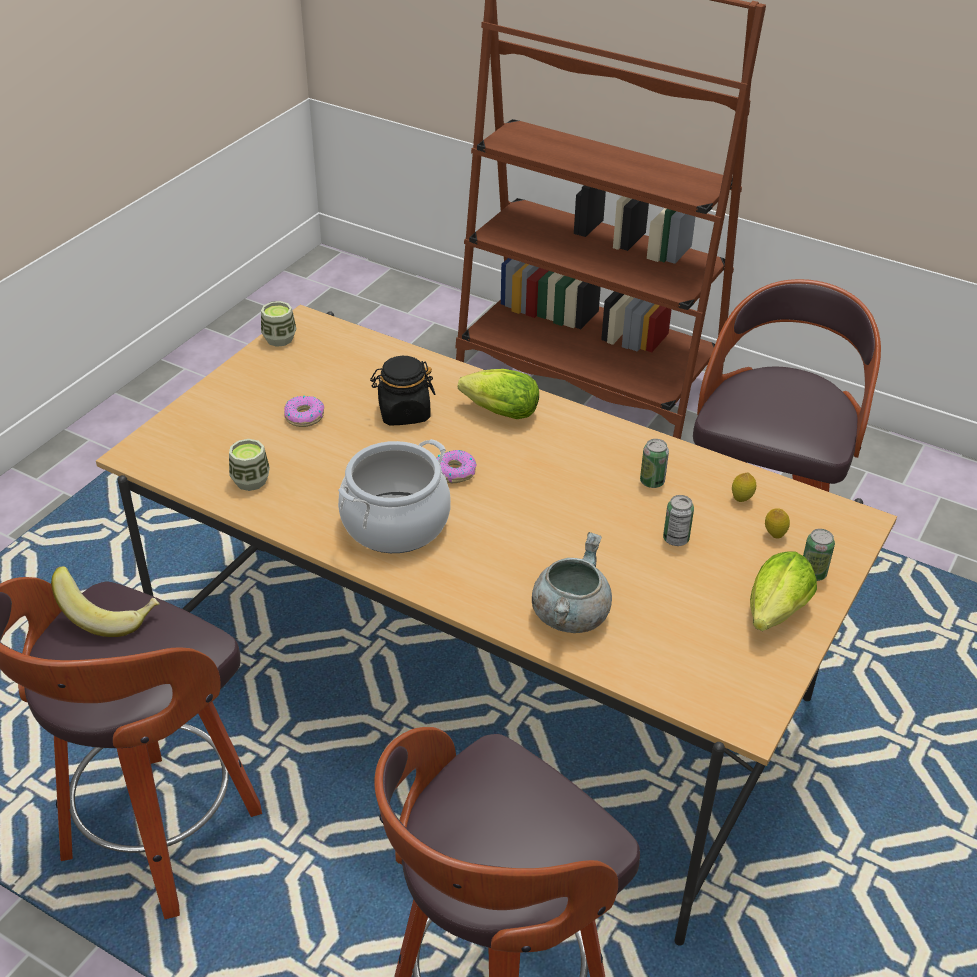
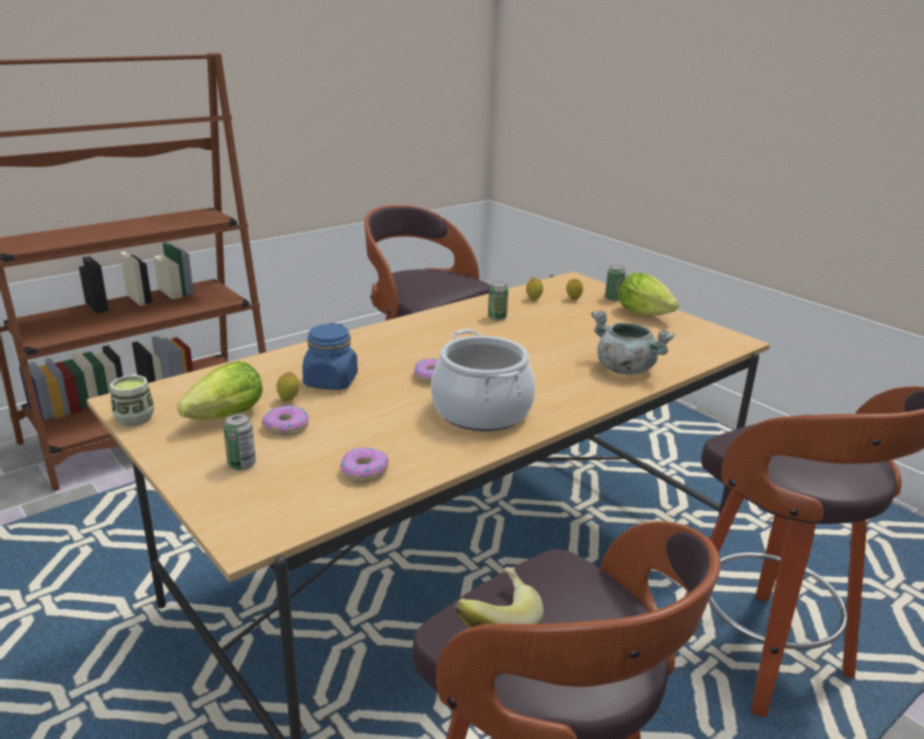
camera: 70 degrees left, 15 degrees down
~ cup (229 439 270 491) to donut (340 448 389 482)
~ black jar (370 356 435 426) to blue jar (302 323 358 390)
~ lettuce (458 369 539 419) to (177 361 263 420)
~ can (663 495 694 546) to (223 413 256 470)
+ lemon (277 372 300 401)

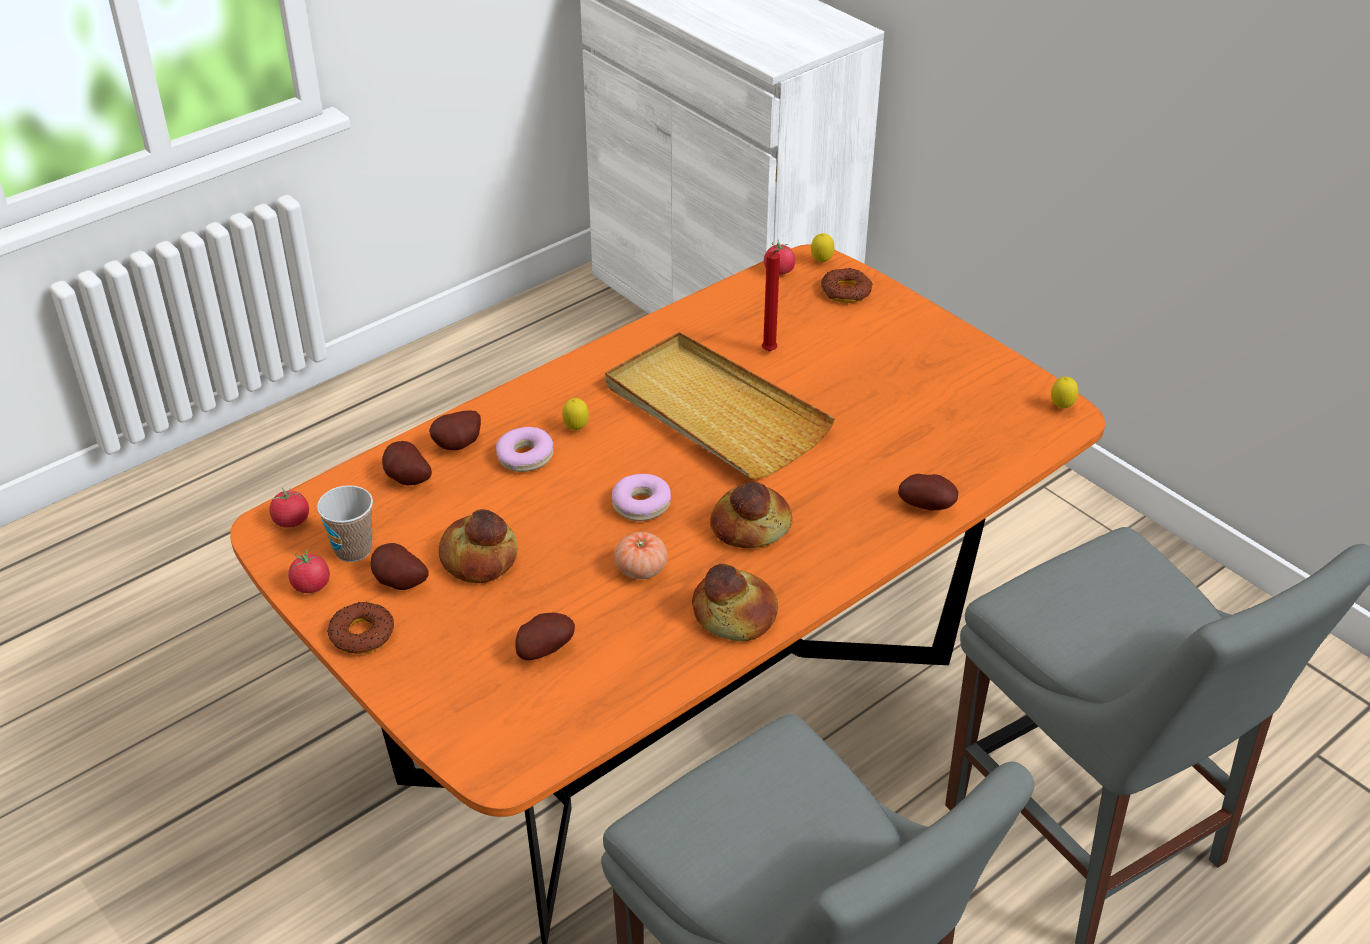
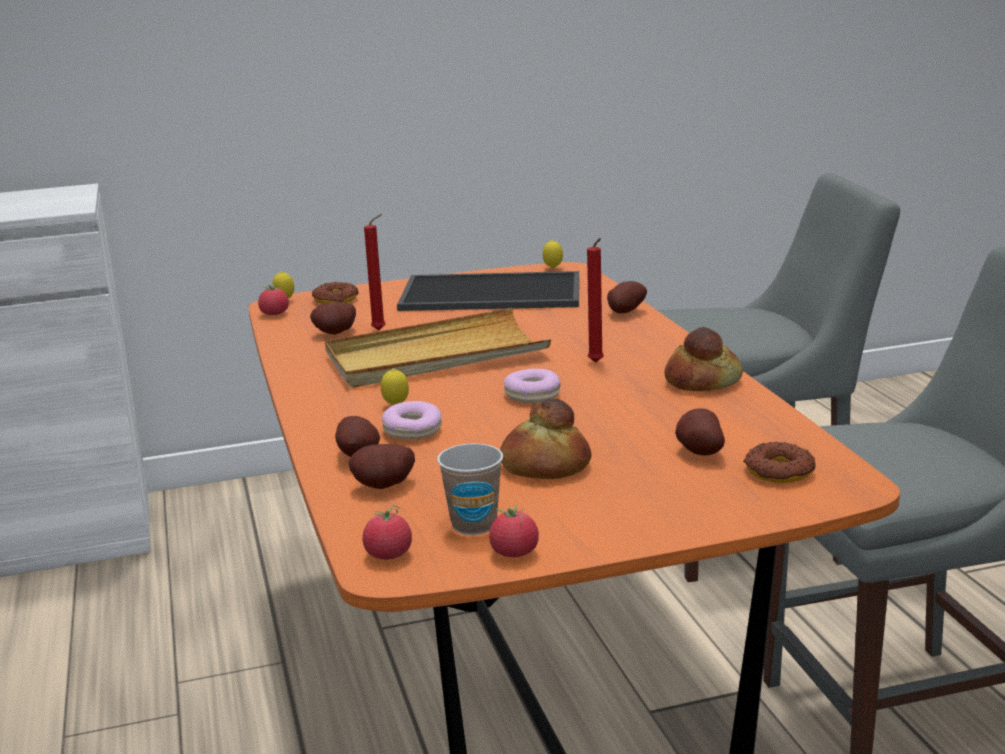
camera: 65 degrees left, 20 degrees down
~ donut (327 602 394 654) to (744 441 816 483)
~ potato (370 543 429 590) to (310 302 356 334)
- tomato (614 532 668 579)
~ bread (710 482 792 548) to red candle (587 238 604 362)
+ tray (397 271 579 311)

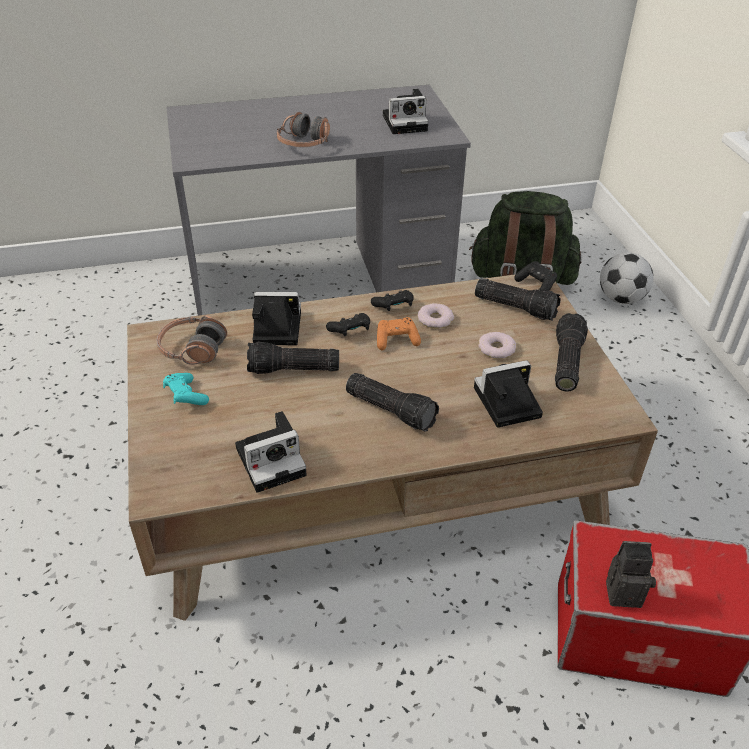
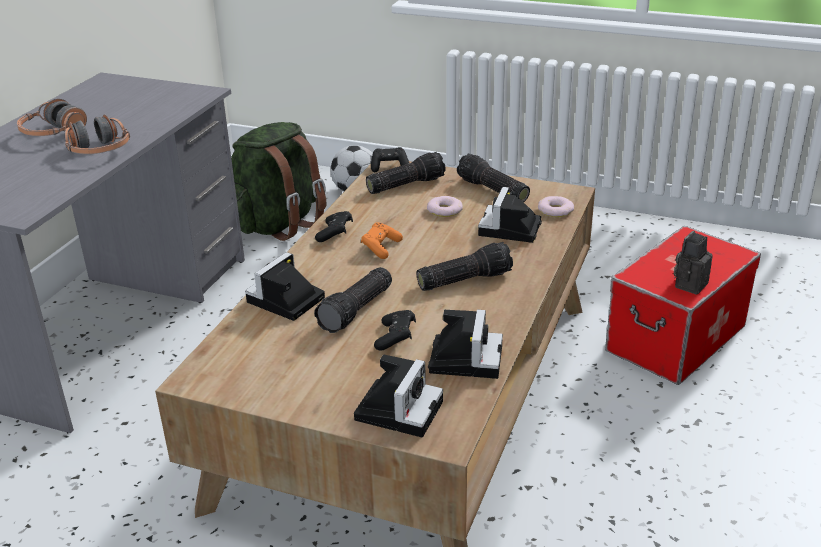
camera: 55 degrees left, 10 degrees down
~ headphones (157 315 227 365) to (17 99 87 136)
- turquoise game controller (163 373 209 405)
~ black game controller (326 313 370 336) to (374 310 416 351)
~ photo camera (383 89 429 134) to (354 354 443 437)
~ donut (417 303 454 329) to (538 196 574 217)

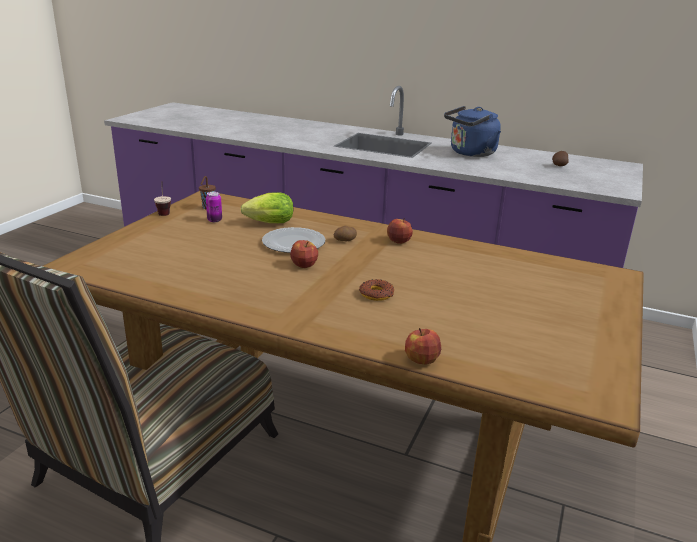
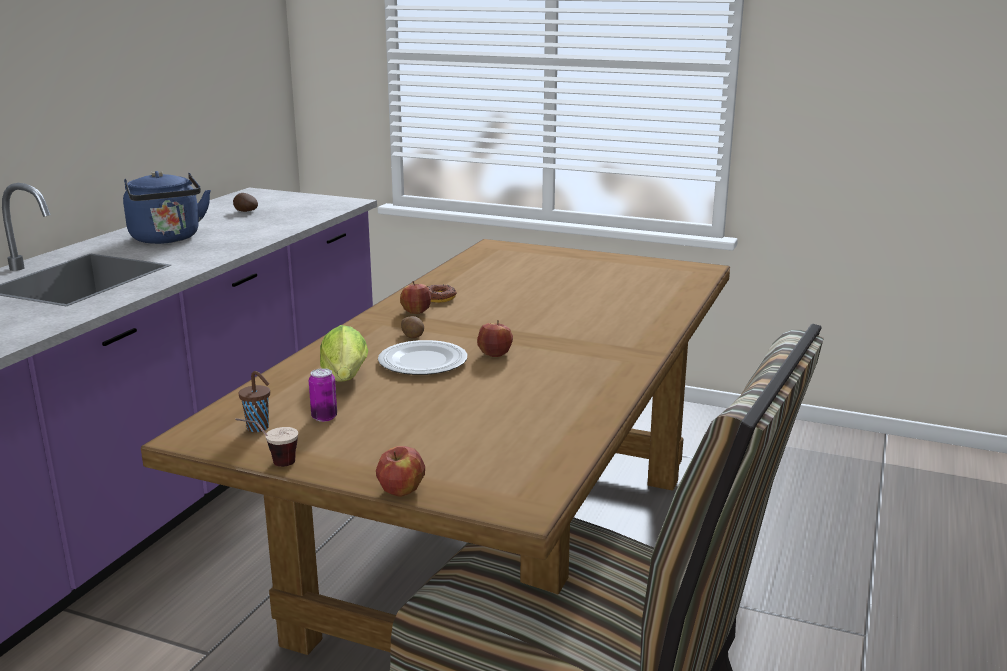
camera: 90 degrees left, 5 degrees down
~ donut (359 279 394 301) to (428 284 457 303)
~ apple (405 328 441 365) to (376 446 425 497)

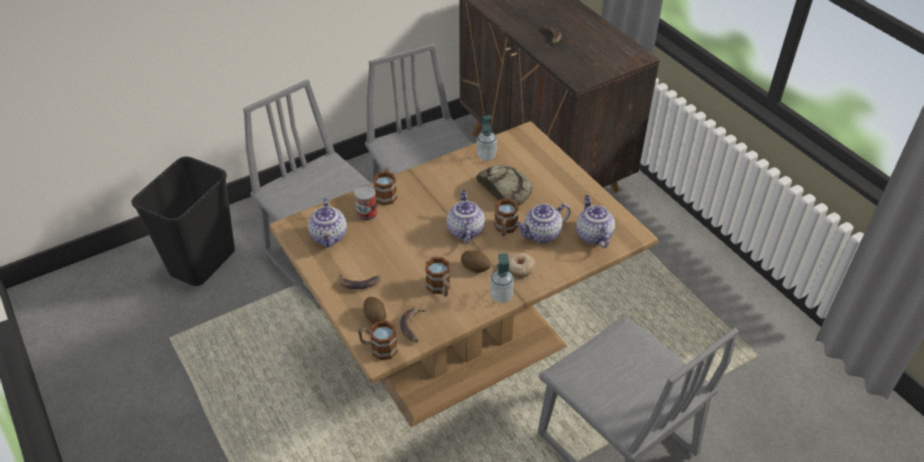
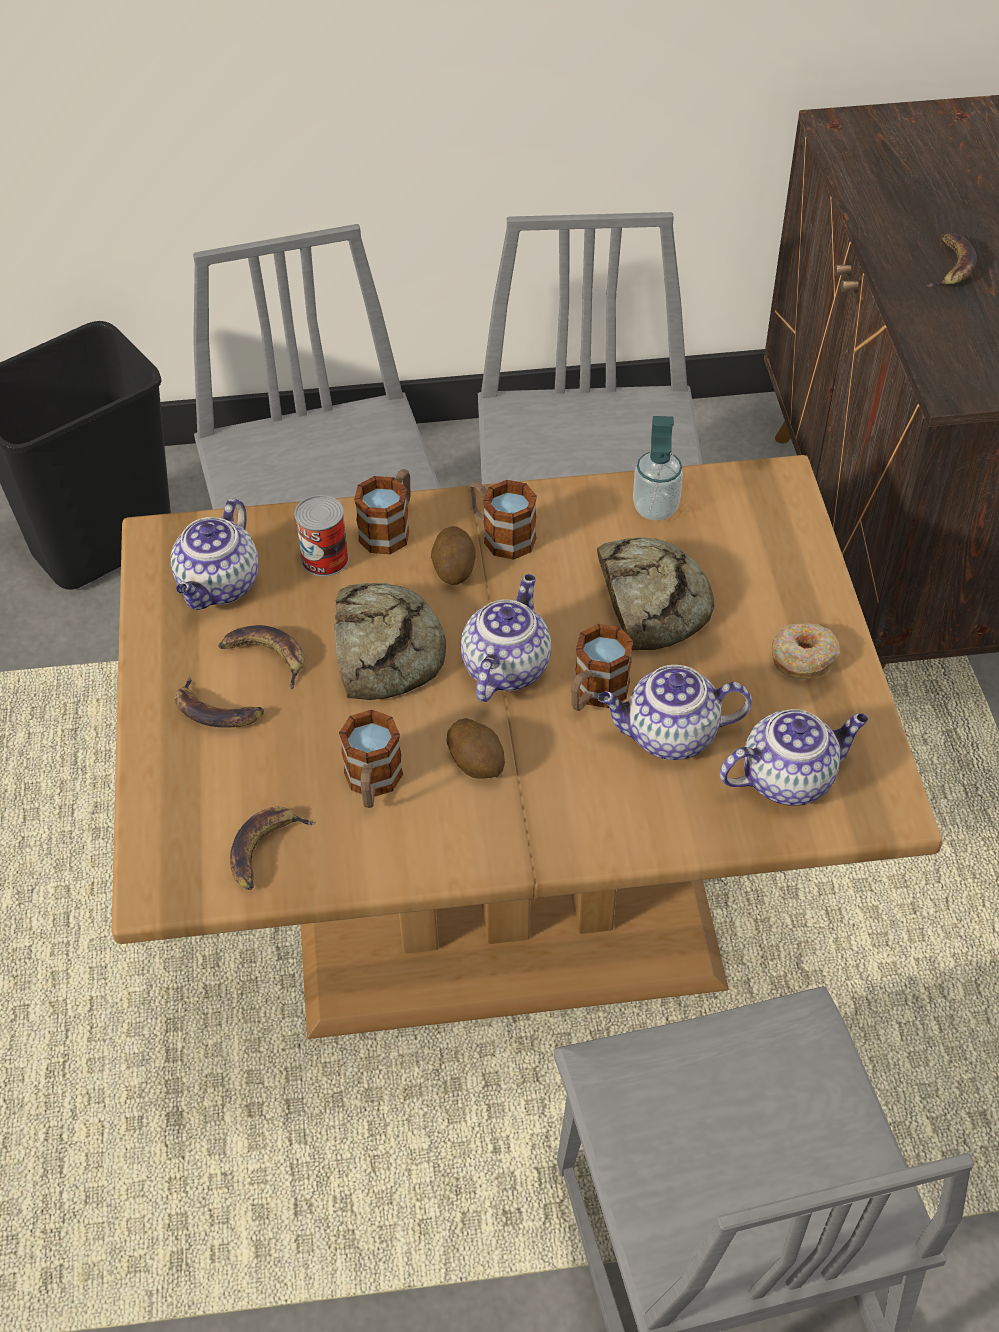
camera: 25 degrees right, 5 degrees up
~ mug (358 320 398 360) to (469 480 537 560)
~ potato (364 297 387 324) to (431 526 476 585)
- soap dispenser (490 253 514 303)
~ donut (509 253 535 279) to (771 623 840 679)
~ teapot (576 195 615 248) = (720 709 868 806) 60 degrees clockwise
+ banana (218 625 305 689)
+ bread (334 583 446 700)

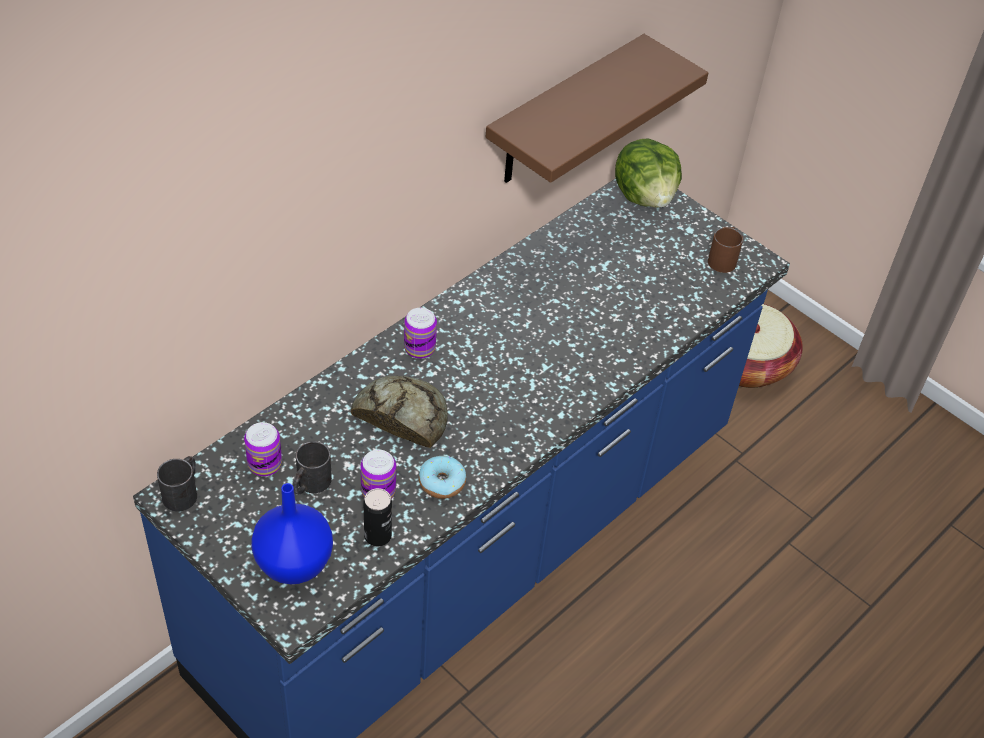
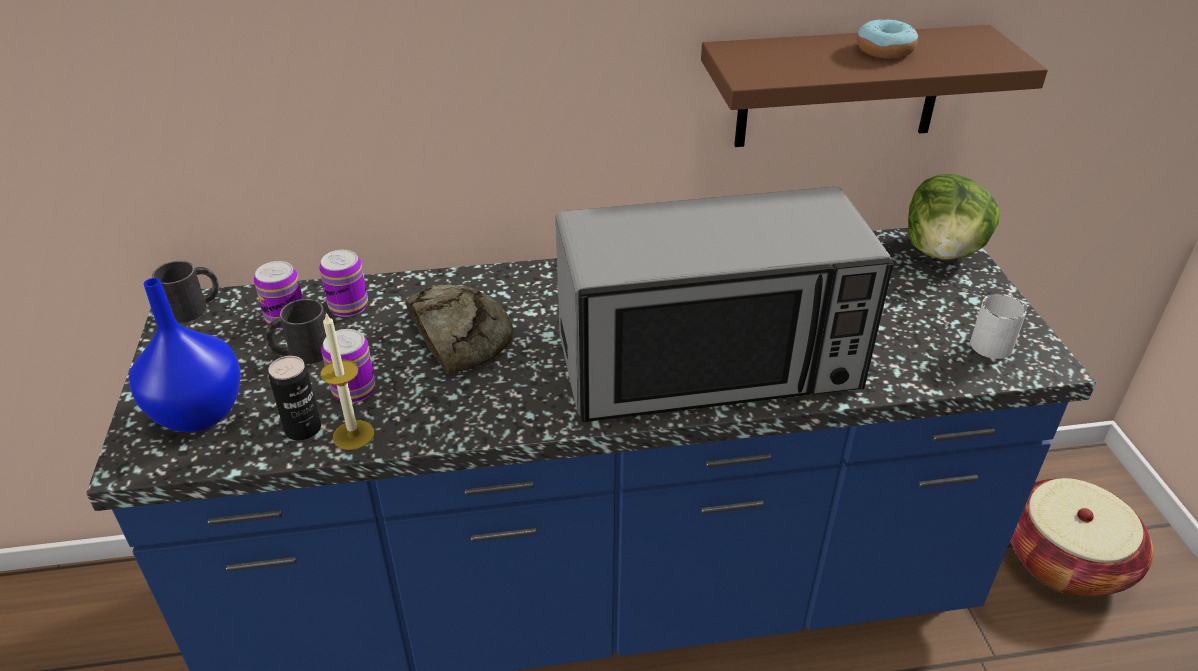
camera: 40 degrees right, 10 degrees down
~ can (404 307 437 359) to (319 250 368 317)
~ donut (419 456 466 499) to (857 19 918 59)
~ brown mug (708 227 743 273) to white mug (970 294 1027 359)
+ candle (321 313 374 450)
+ microwave (556 187 894 422)

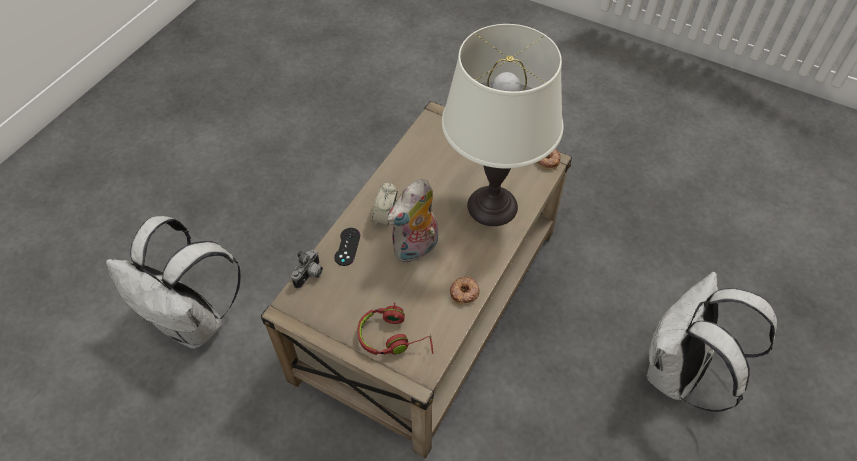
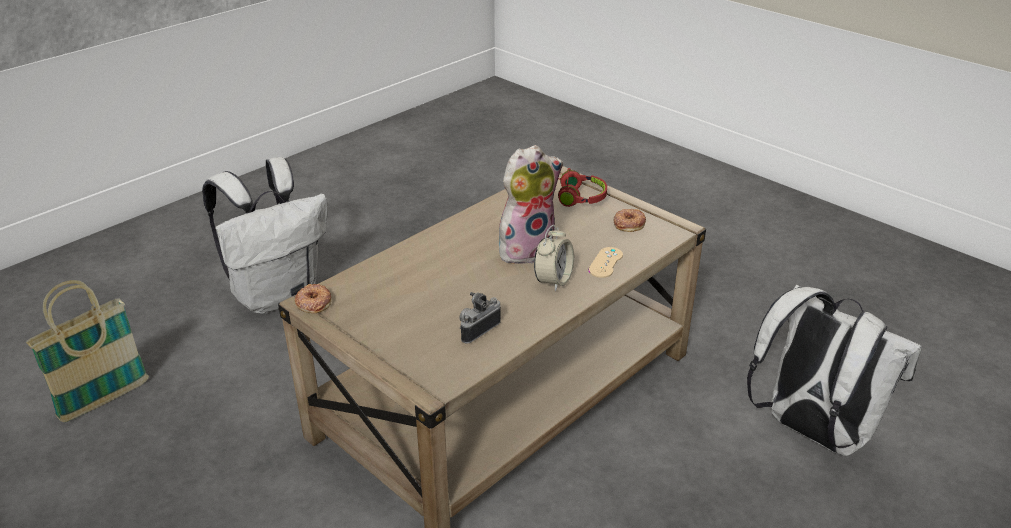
camera: 165 degrees left, 20 degrees down
~ photo camera (291 250 323 289) to (459 292 501 344)
~ black game controller (334 228 360 266) to beige game controller (589 247 623 278)
- white table lamp (442 24 563 226)
~ donut (450 277 480 305) to (614 209 646 232)
+ basket (26 280 149 422)

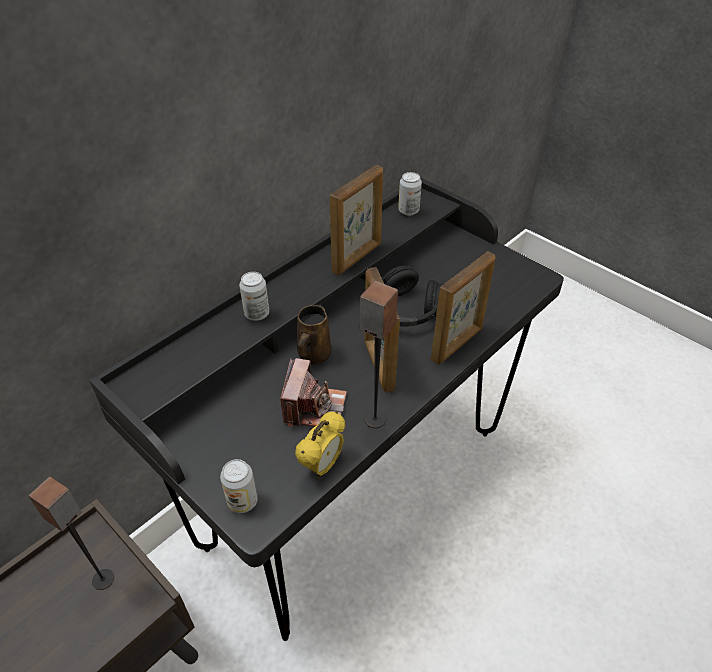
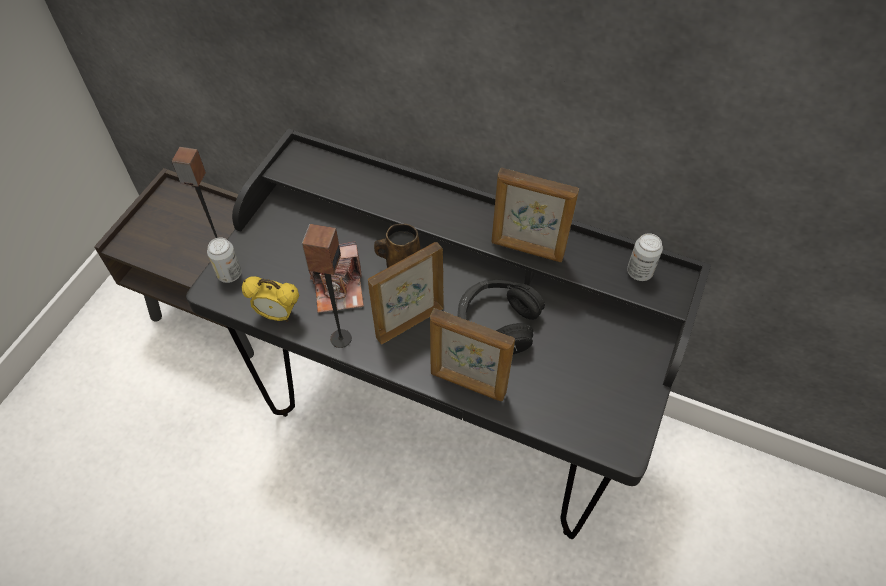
camera: 70 degrees right, 10 degrees up
- can (239 272 269 321)

